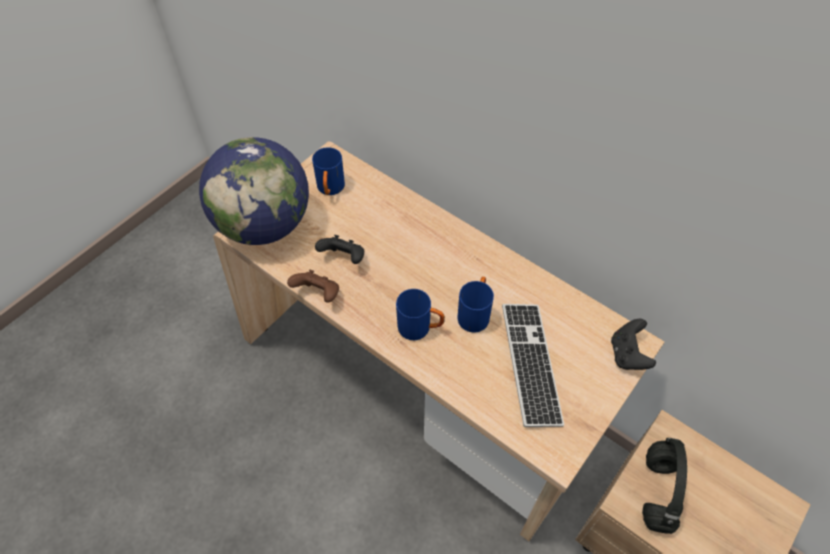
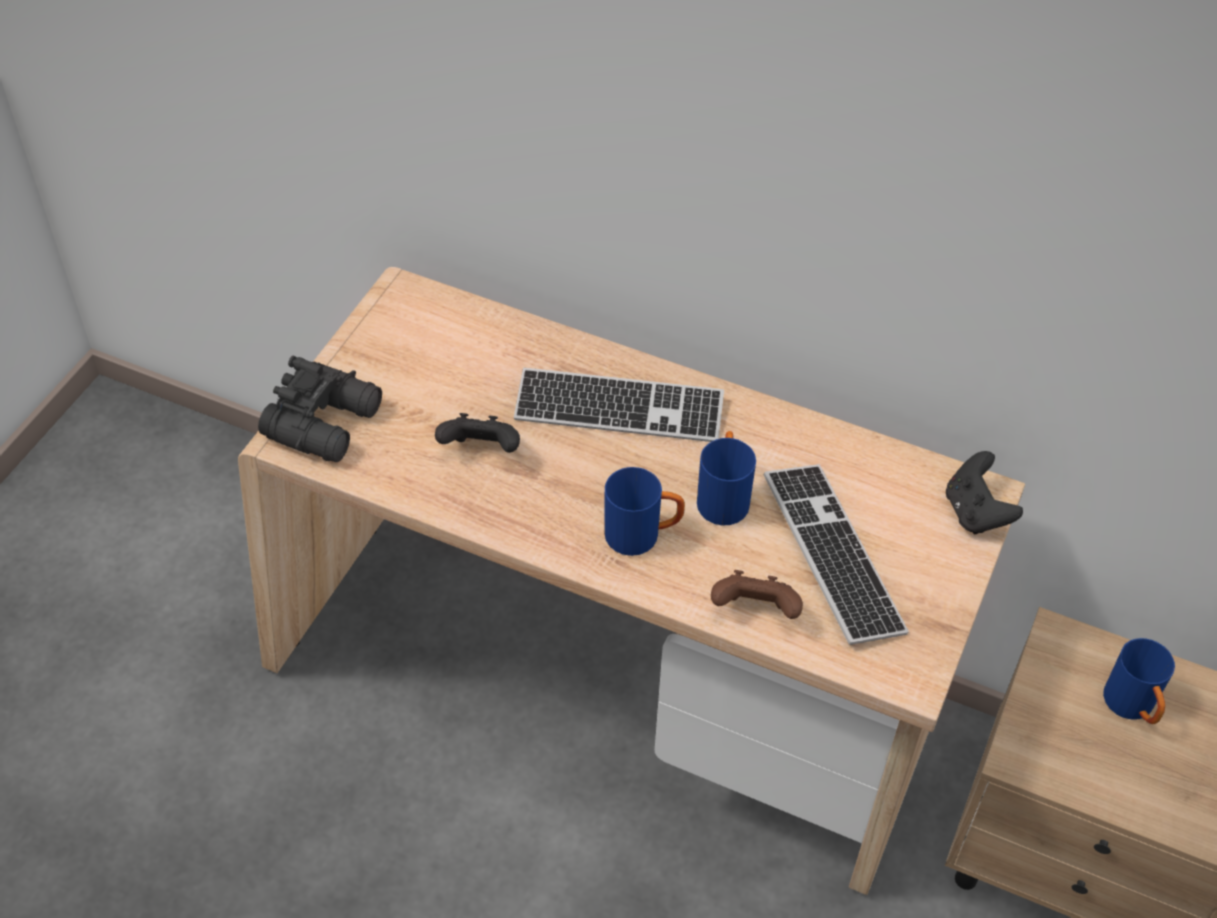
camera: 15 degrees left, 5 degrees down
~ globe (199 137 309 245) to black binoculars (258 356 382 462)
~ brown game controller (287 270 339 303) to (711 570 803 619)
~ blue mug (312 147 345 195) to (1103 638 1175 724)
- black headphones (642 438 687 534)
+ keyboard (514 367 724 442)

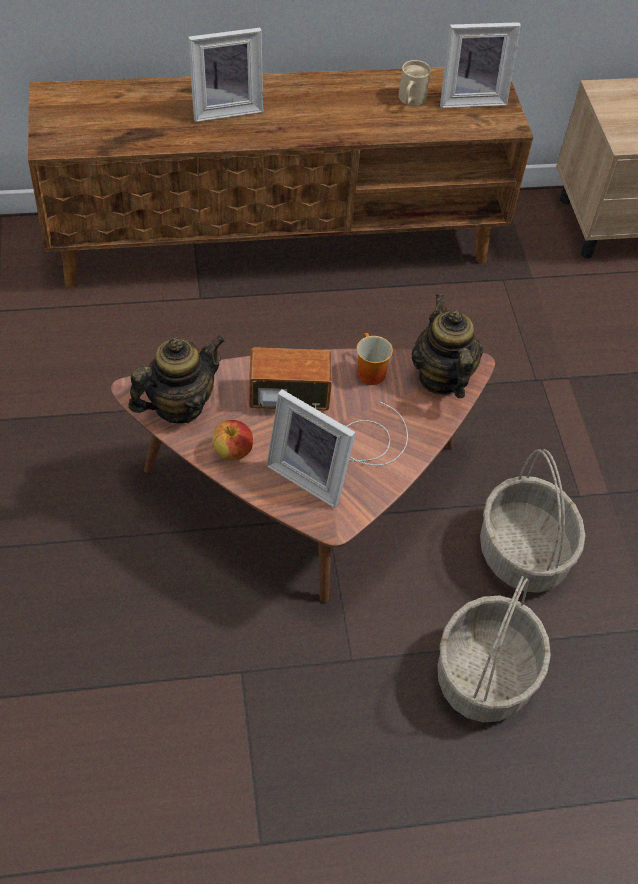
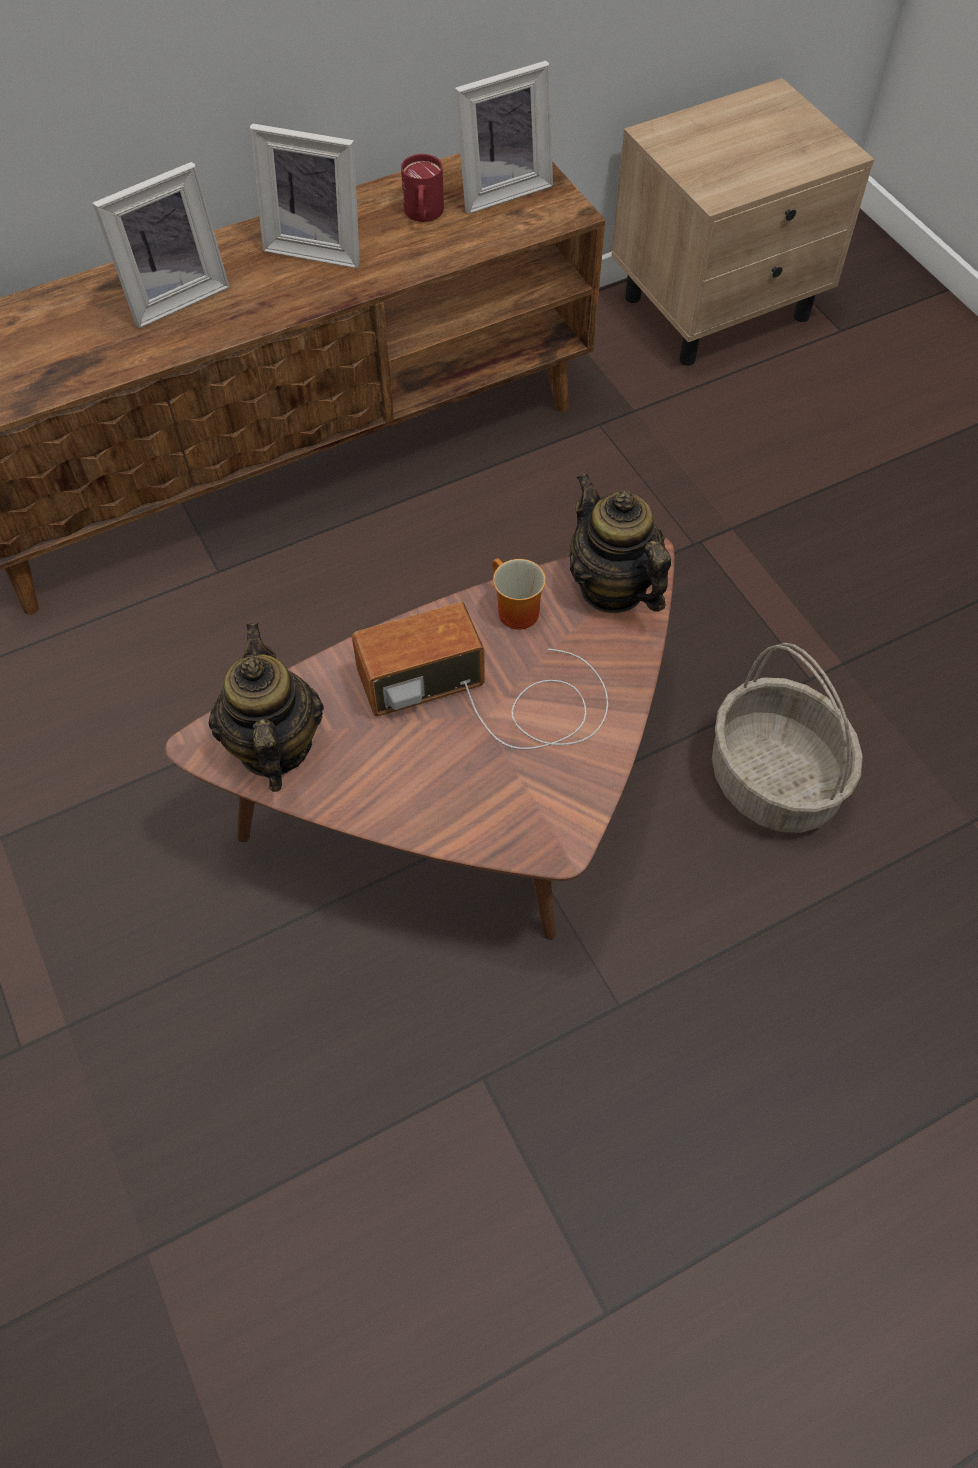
camera: 15 degrees left, 5 degrees up
~ teapot (128 336 225 423) = (209 623 324 792) 45 degrees counterclockwise
- apple (212 420 253 461)
~ picture frame (266 389 356 508) to (250 123 360 268)
~ beige mug (398 60 431 106) to red mug (401 154 444 222)
- basket (438 576 551 722)

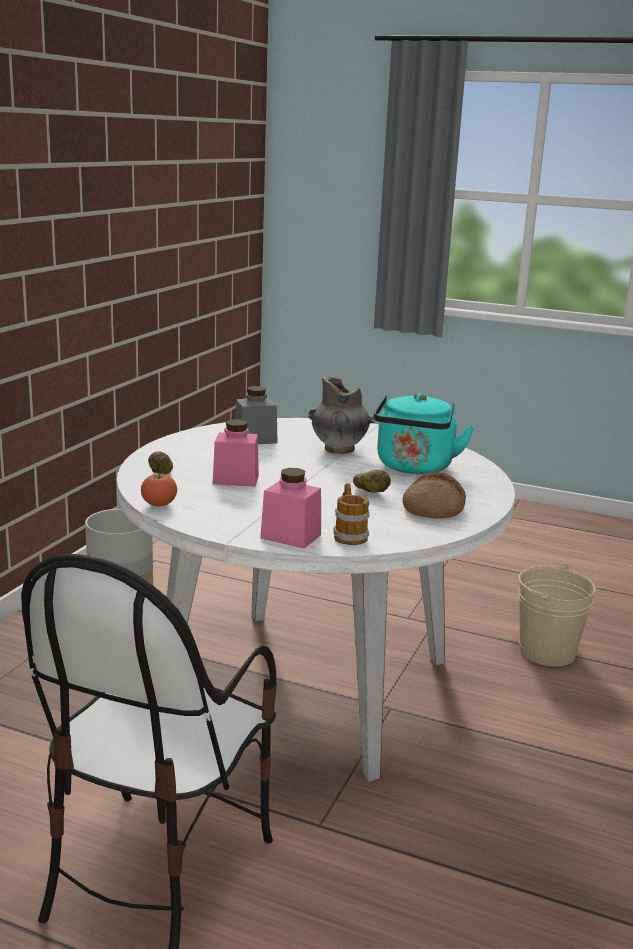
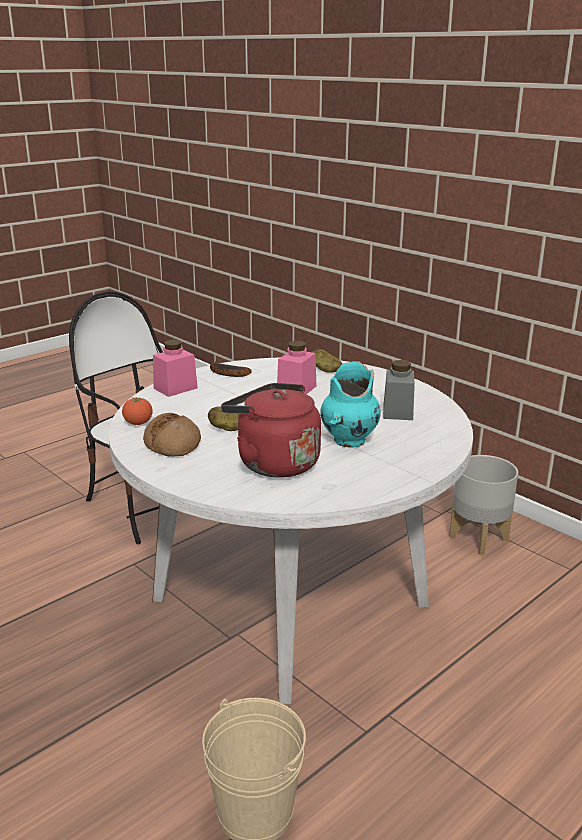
camera: 115 degrees right, 5 degrees up
~ tomato (141 472 177 506) to (122 397 153 425)
~ grey vase (308 376 376 454) to turquoise vase (320 361 381 447)
- mug (333 484 370 545)
~ turquoise kettle (374 393 474 474) to red kettle (221 383 321 478)
+ banana (210 361 252 377)

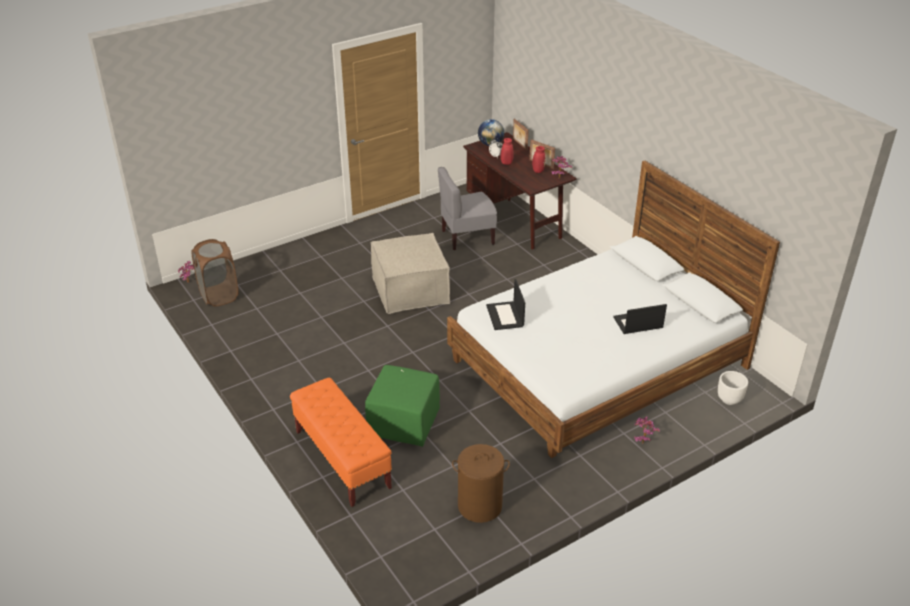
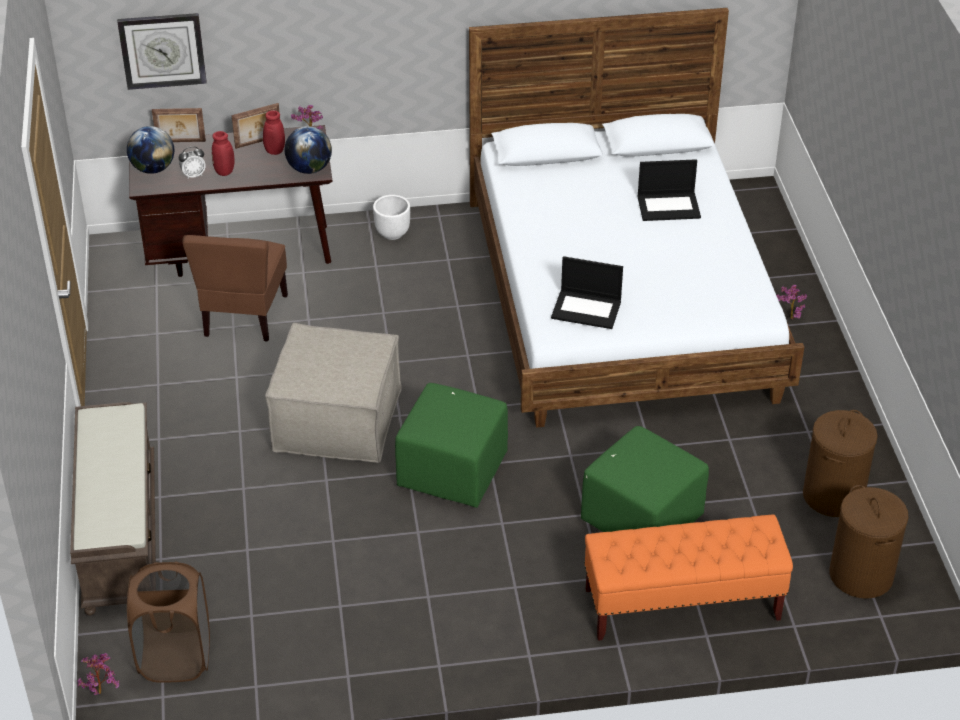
camera: 65 degrees left, 5 degrees up
~ grey chair (438 167 497 250) to brown chair (182 235 288 342)
~ laptop (613 304 667 334) = (637 159 701 221) 105 degrees counterclockwise
~ white planter (718 371 748 405) to (373 195 410 240)
+ brown bench (70 402 156 616)
+ wall clock (117 13 207 90)
+ globe (285 126 332 174)
+ green ottoman (395 383 508 508)
+ brown laundry basket (830 485 908 599)

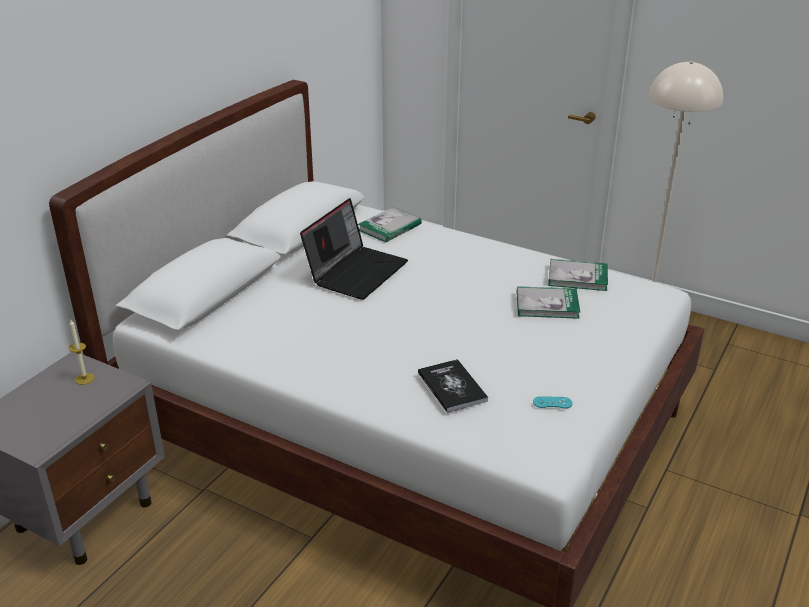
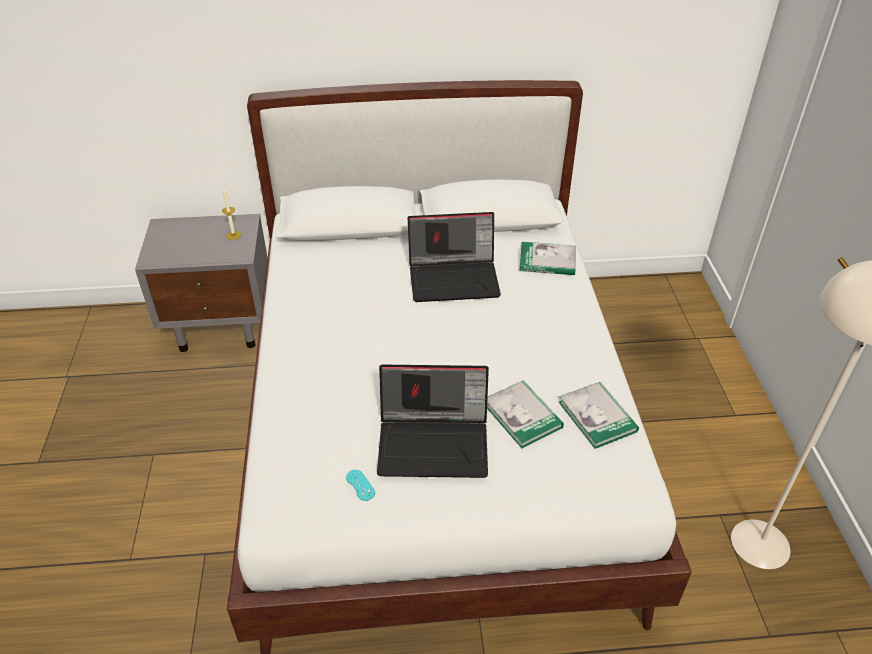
camera: 55 degrees right, 10 degrees up
- book (418 359 488 413)
+ laptop (377 365 489 478)

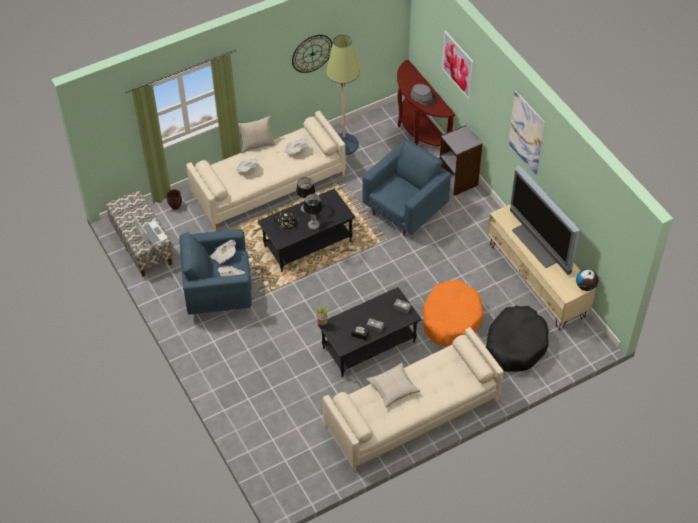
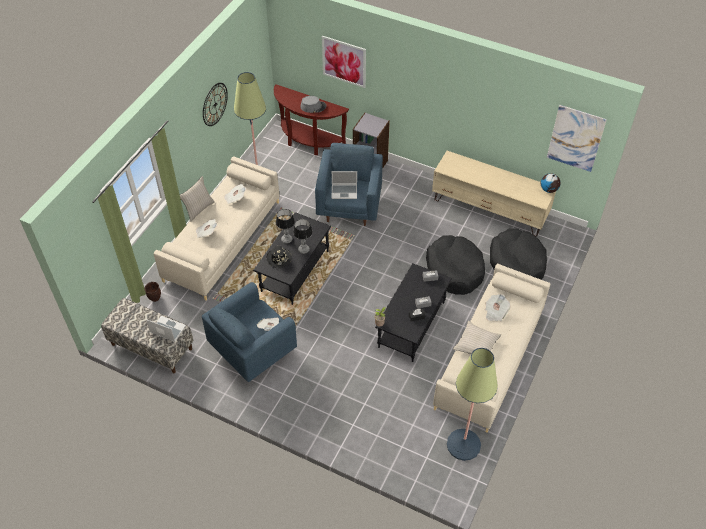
camera: 35 degrees left, 0 degrees up
~ newspaper (211 240 236 264) to (485 294 511 322)
~ orange dog bed (423 280 484 346) to black dog bed (426 235 485 295)
~ picture (508 90 545 175) to (547 105 607 172)
- television (510 165 580 275)
+ laptop (332 171 357 199)
+ floor lamp (447 348 498 461)

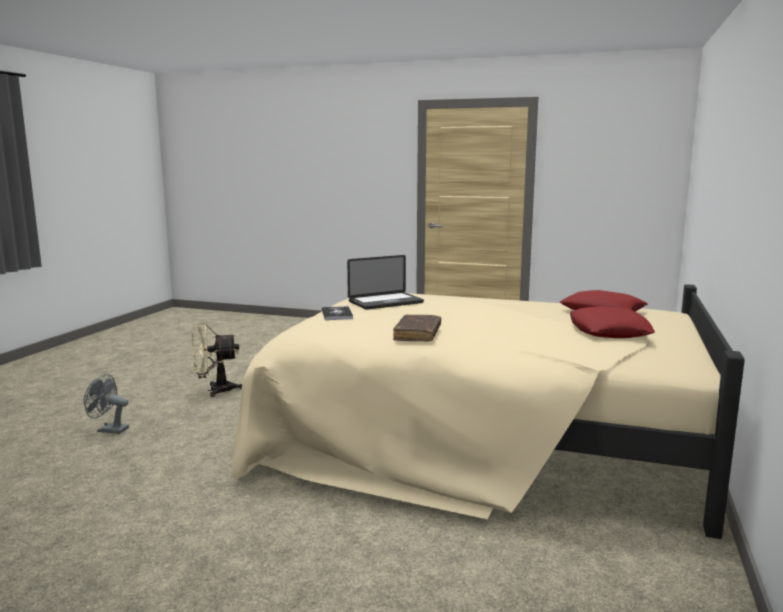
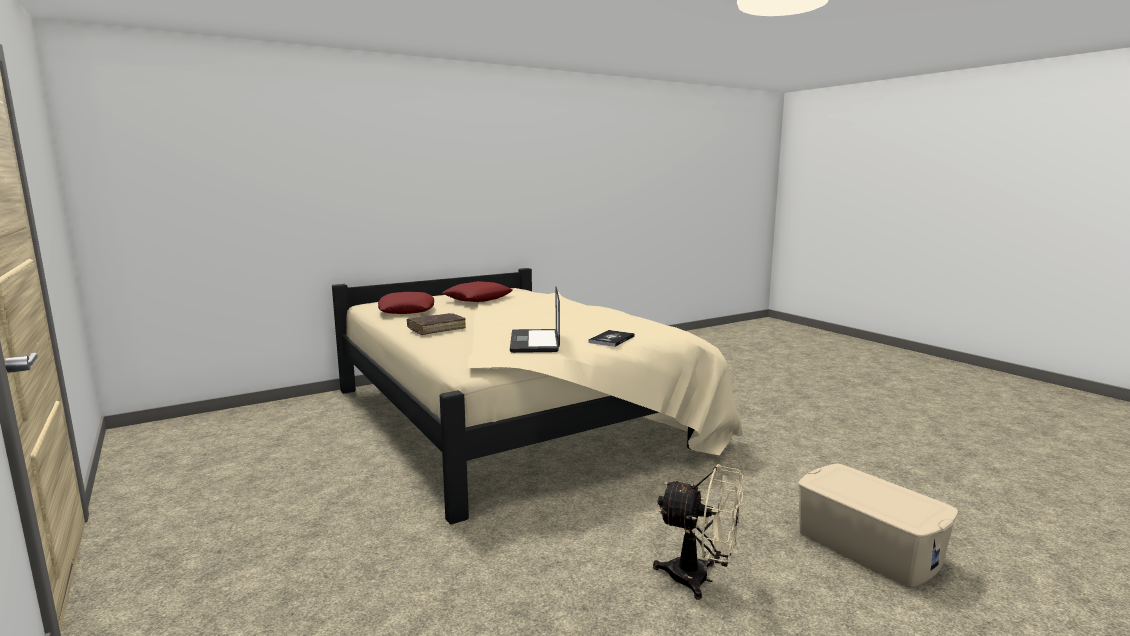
camera: 140 degrees left, 0 degrees up
~ grey fan (84 374 129 434) to beige storage box (798 464 958 588)
~ laptop (347 255 424 310) = (510 287 560 353) 105 degrees counterclockwise
~ brown book (393 314 441 342) to (407 313 466 335)

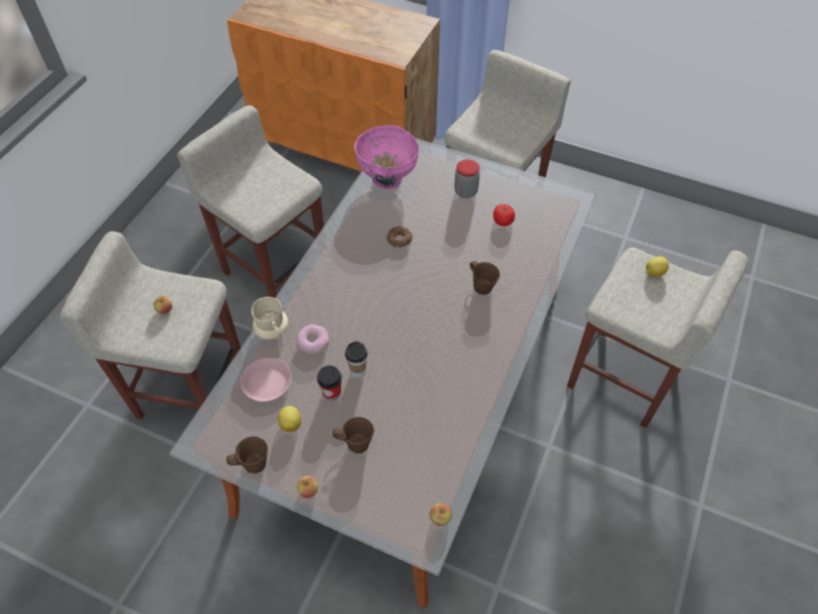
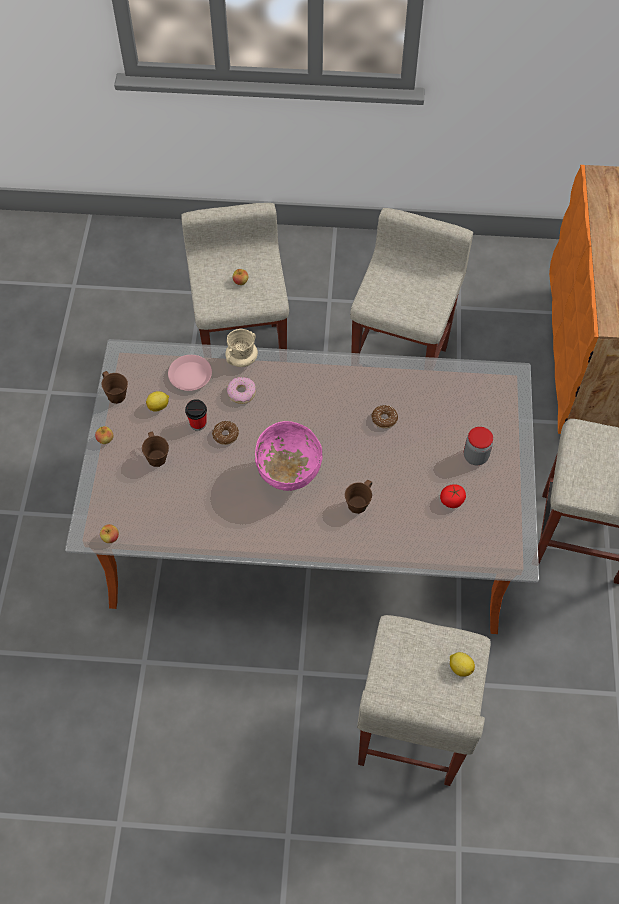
camera: 70 degrees right, 5 degrees up
~ cup (345 341 367 377) to donut (212 421 239 445)
~ pink bowl (354 125 419 189) to (255 421 322 491)

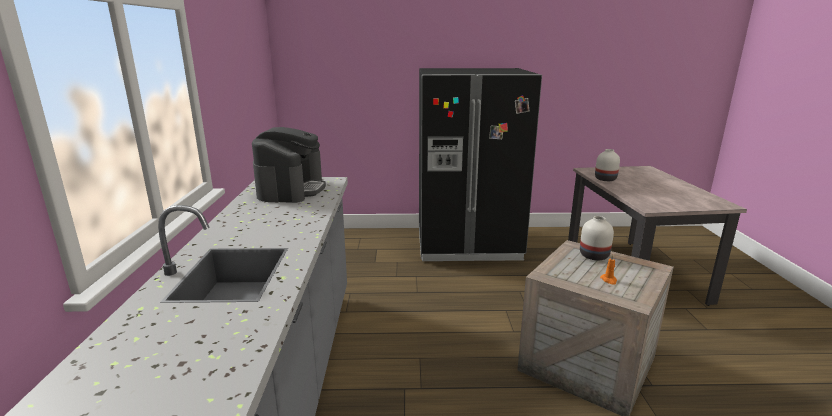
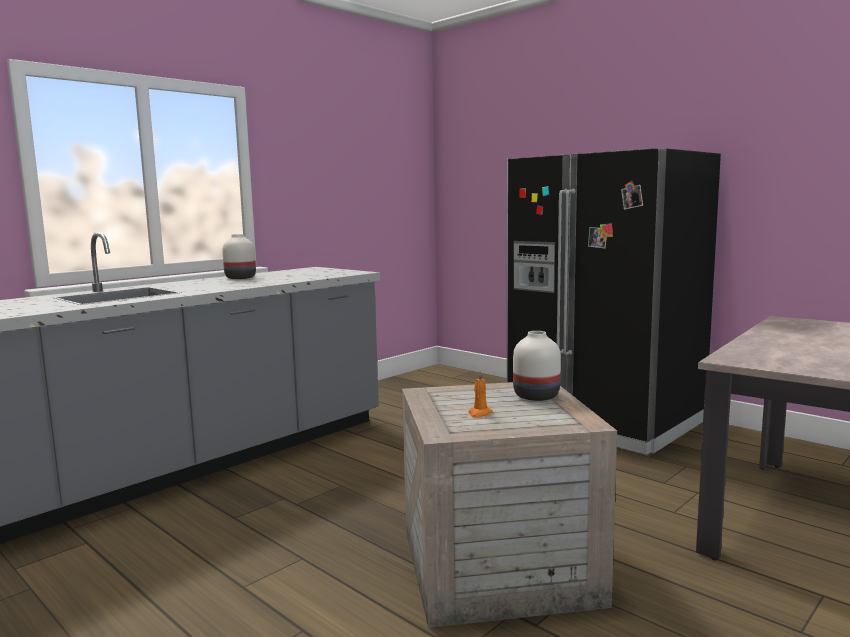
camera: 45 degrees right, 10 degrees down
- coffee machine (252 127 326 203)
~ white vase (595 149 620 181) to (222 234 256 279)

